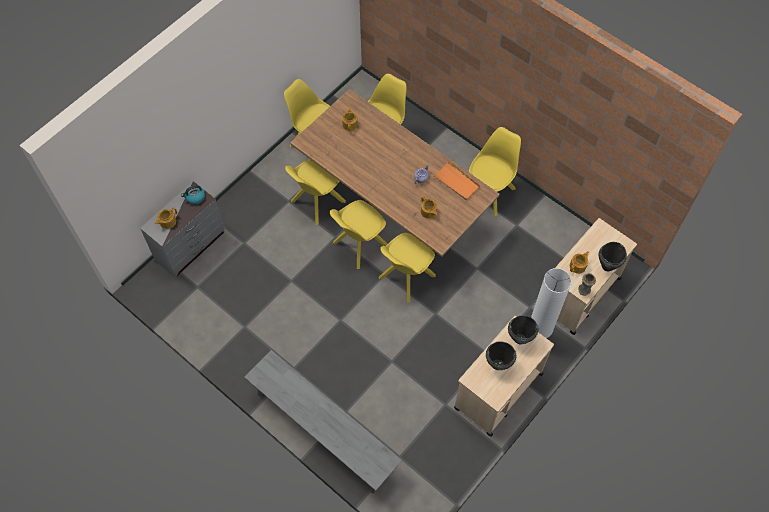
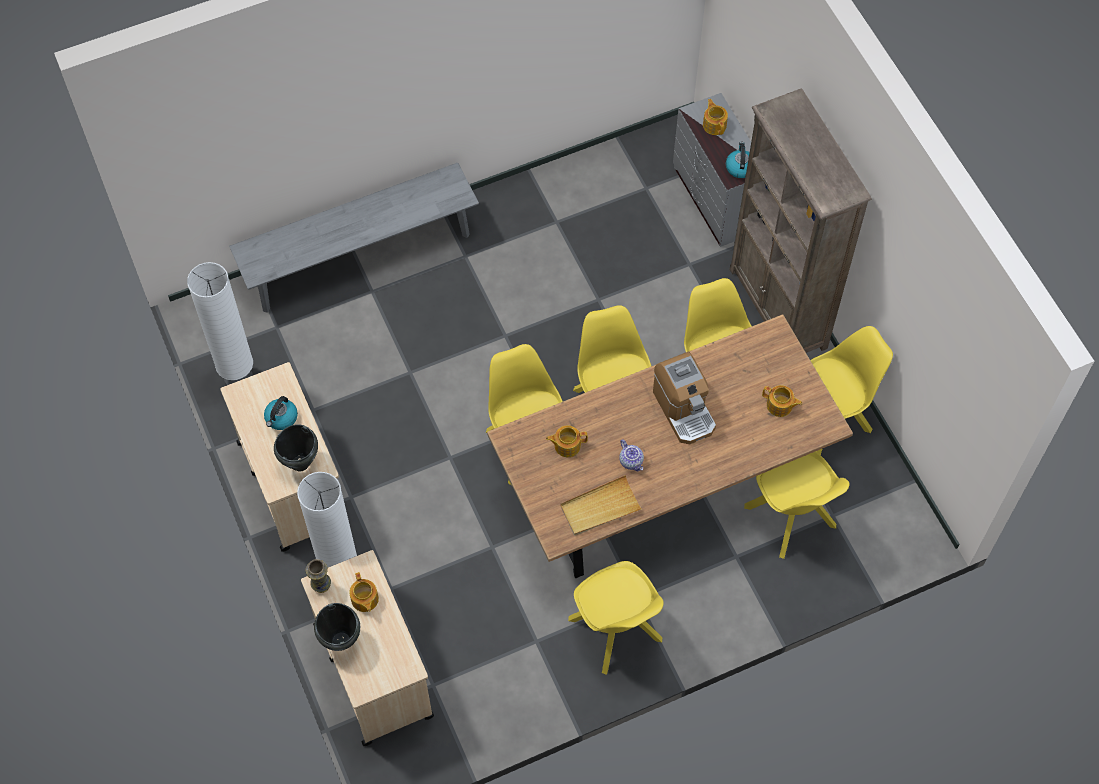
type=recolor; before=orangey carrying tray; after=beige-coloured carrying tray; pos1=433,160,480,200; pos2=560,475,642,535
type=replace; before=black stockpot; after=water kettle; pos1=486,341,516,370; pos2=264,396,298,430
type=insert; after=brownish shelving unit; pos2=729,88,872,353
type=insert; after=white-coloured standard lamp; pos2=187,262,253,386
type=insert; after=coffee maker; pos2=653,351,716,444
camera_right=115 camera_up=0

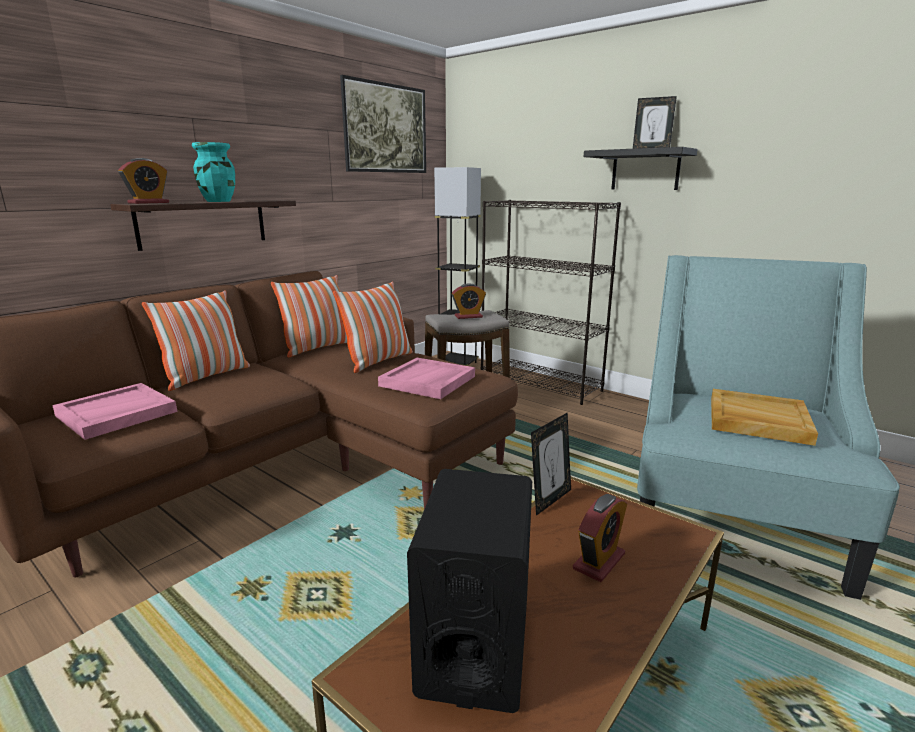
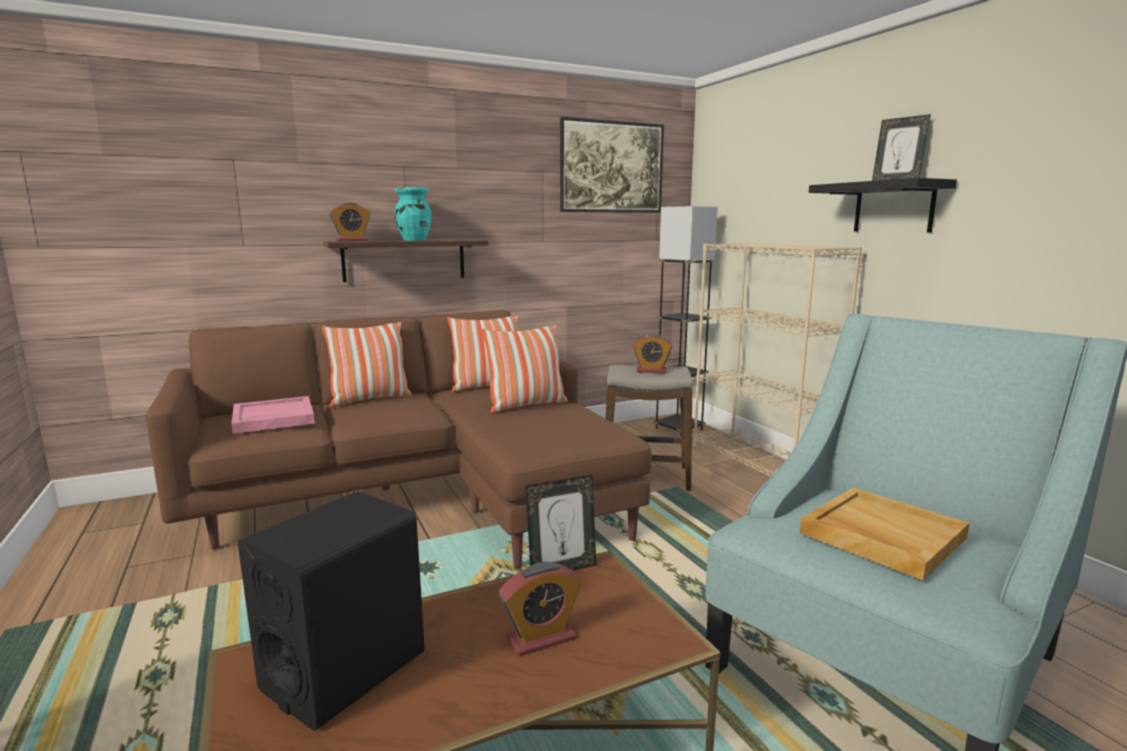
type=recolor; before=black shelving unit; after=beige-coloured shelving unit; pos1=480,200,621,405; pos2=693,243,862,477
type=delete; before=pink carrying tray; pos1=378,358,475,399
camera_right=25 camera_up=-5

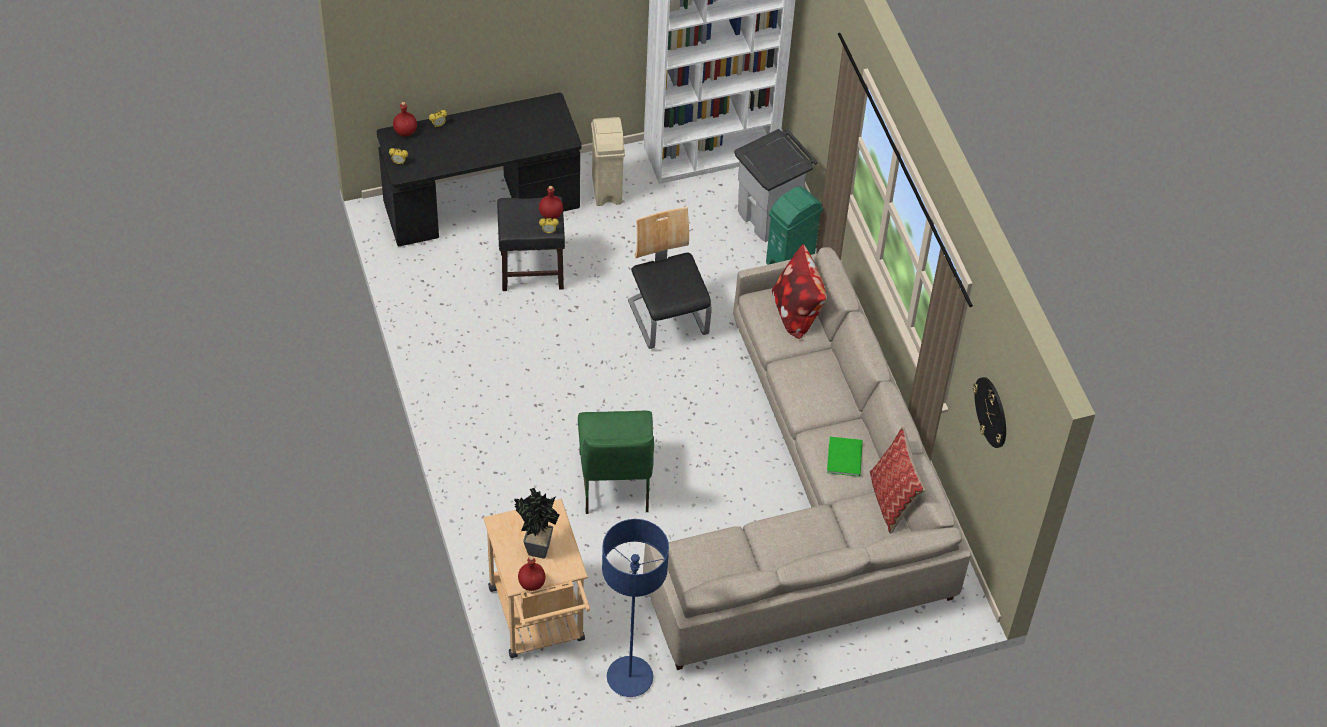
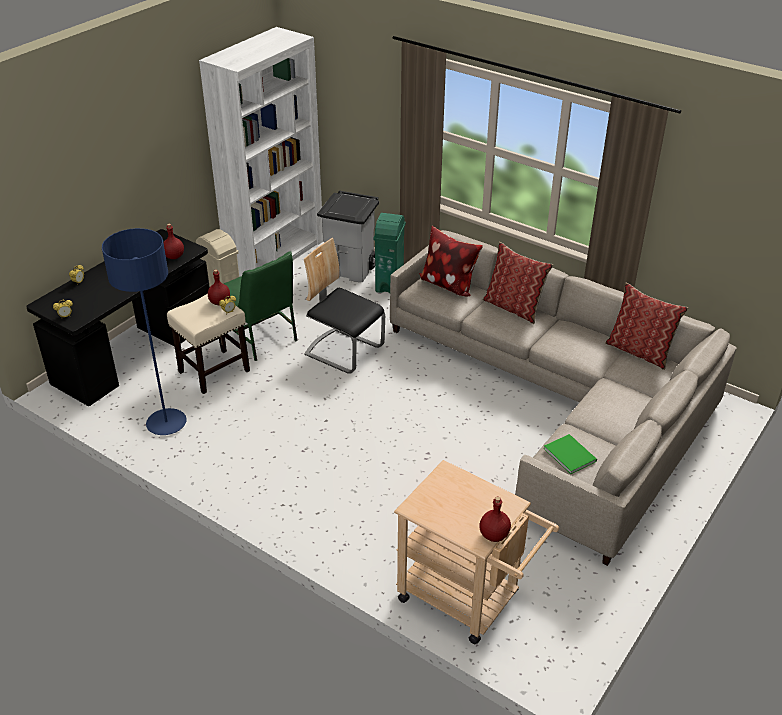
type=move; before=reddish drink bottle; pos1=393,102,417,137; pos2=163,224,184,259
type=recolor; before=black sitting stool; after=beige-coloured sitting stool; pos1=497,196,565,291; pos2=167,294,250,394
type=delete; before=clock on the wall; pos1=973,377,1006,448
type=move; before=green upright chair; pos1=578,411,654,514; pos2=224,251,298,361
type=move; before=green bound book; pos1=827,437,863,477; pos2=544,434,597,474
type=delete; before=plant in a pot; pos1=514,488,560,559
type=move; before=bluish standard lamp; pos1=602,519,669,697; pos2=102,228,187,435
type=insert; after=pillow; pos2=483,242,554,324
camera_right=-35 camera_up=-15

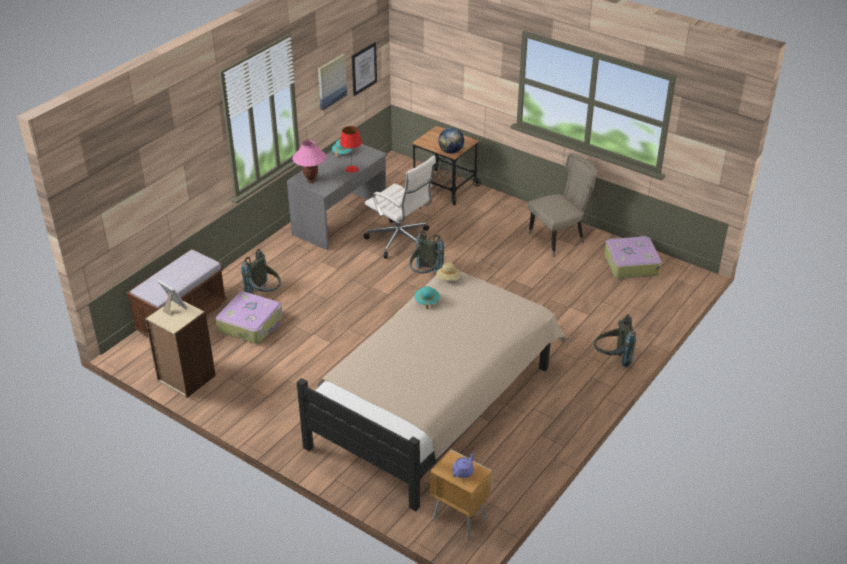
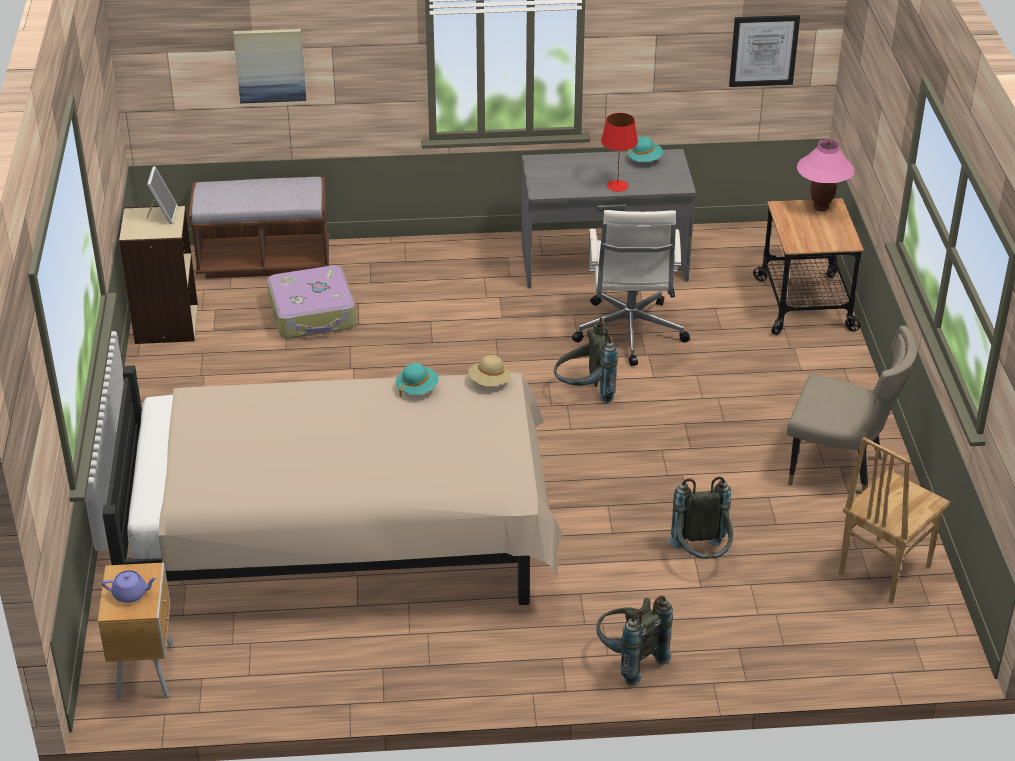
type=move; before=picture; pos1=318,54,347,110; pos2=233,29,306,103
type=delete; before=desk globe; pos1=438,128,464,154
type=move; before=pink tabletop lamp; pos1=292,140,326,183; pos2=797,139,855,211
type=replace; before=travel case; after=brownish upright chair; pos1=604,236,662,279; pos2=839,437,950,604
type=move; before=grey rucksack; pos1=241,249,281,293; pos2=667,477,733,559
camera_right=50 camera_up=0

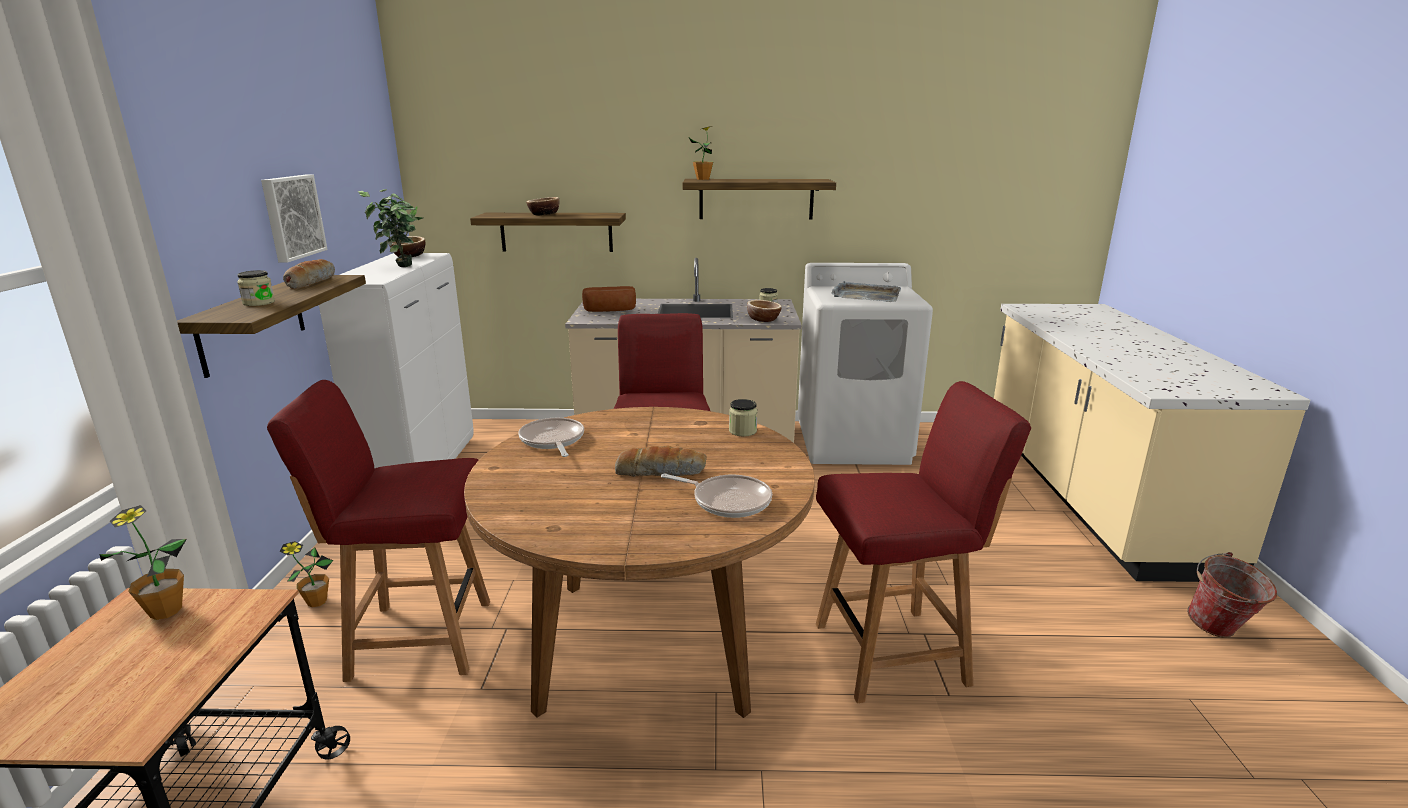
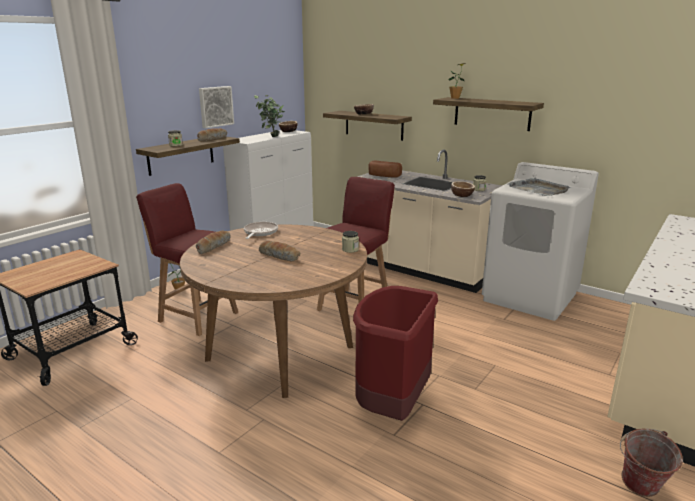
type=replace; before=reddish upright chair; after=reddish rubbish bin; pos1=816,381,1031,703; pos2=353,286,438,421
type=delete; before=pan; pos1=661,474,772,518
type=delete; before=plant in a pot; pos1=99,505,187,620
type=insert; after=bakery bread; pos2=196,231,231,254
camera_right=35 camera_up=0

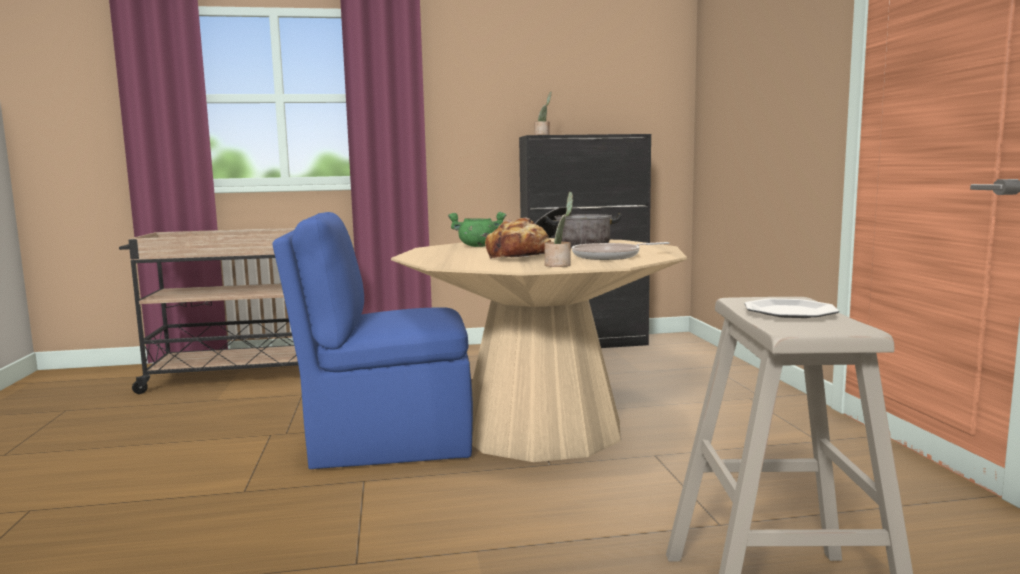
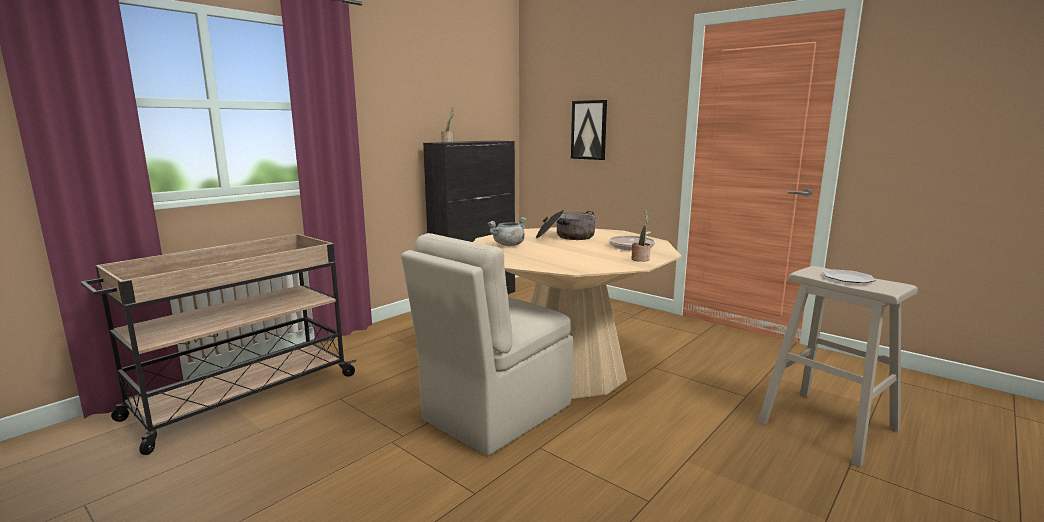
type=recolor; before=bluish upright chair; after=beige-coloured upright chair; pos1=273,212,473,469; pos2=401,233,573,456
type=recolor; before=green stockpot; after=grey stockpot; pos1=448,212,506,247; pos2=488,217,527,246
type=delete; before=bakery bread; pos1=485,218,551,259
type=insert; after=picture; pos2=571,100,607,160
camera_right=-40 camera_up=5

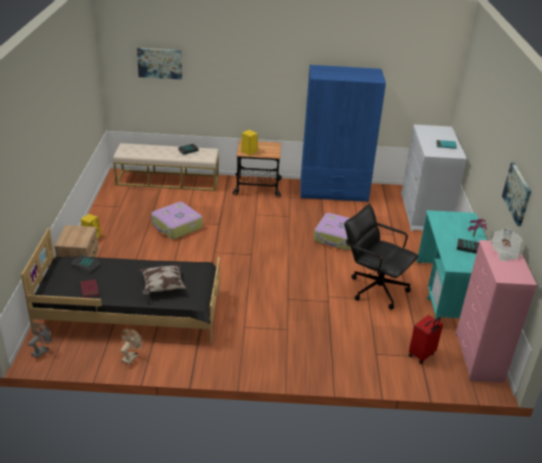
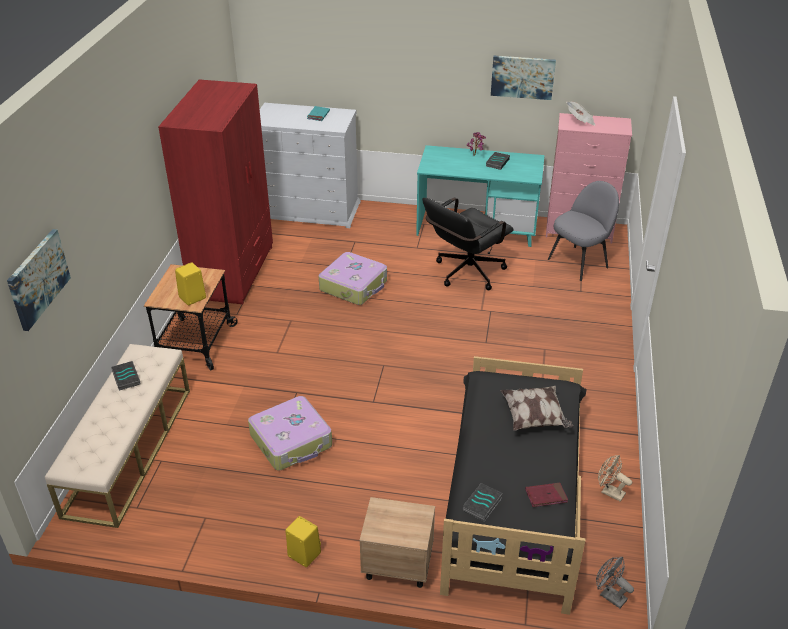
type=recolor; before=bluish clothes cupboard; after=reddish clothes cupboard; pos1=300,65,386,202; pos2=158,79,273,304
type=replace; before=reddish travel case; after=grey upright chair; pos1=408,315,443,364; pos2=548,181,619,281
camera_right=-80 camera_up=5

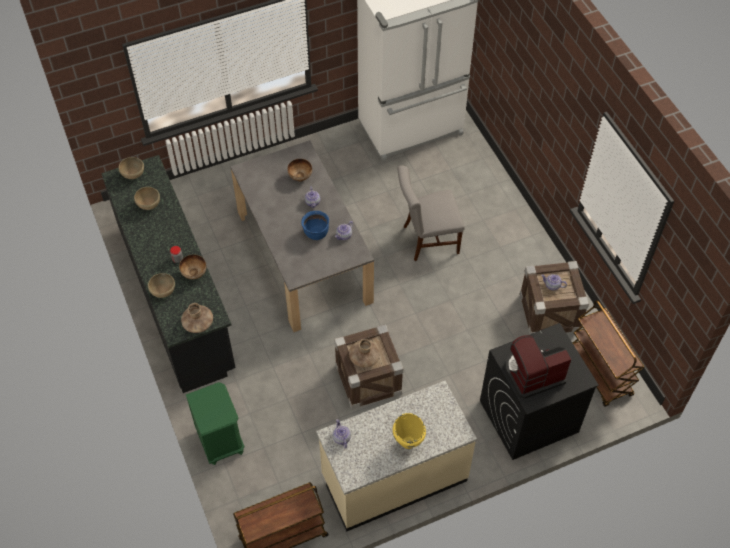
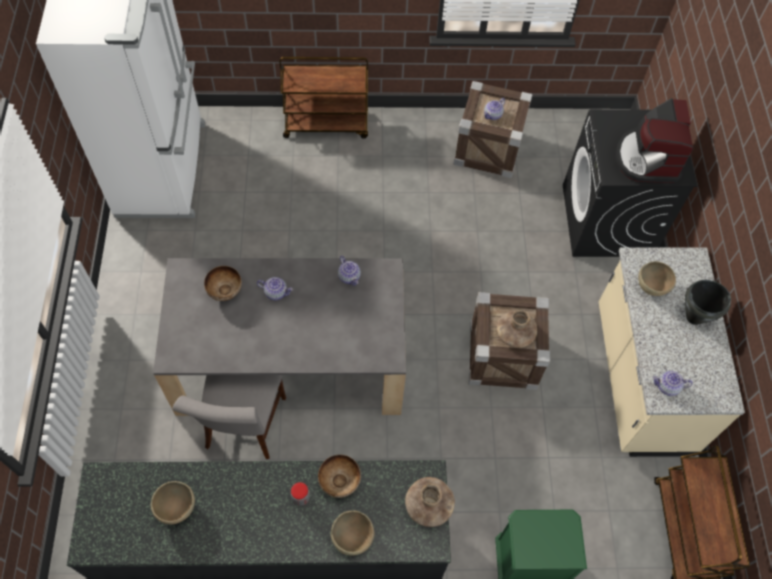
type=move; before=brownish bowl; pos1=119,157,144,179; pos2=638,261,676,296
type=move; before=grey upright chair; pos1=397,165,465,261; pos2=172,375,286,459
type=delete; before=bluish stockpot; pos1=301,211,329,240
type=move; before=brownish trolley; pos1=573,300,645,407; pos2=280,57,368,139
type=recolor; before=yellow-coloured stockpot; after=black stockpot; pos1=393,413,426,449; pos2=685,280,731,325
camera_right=-70 camera_up=5

